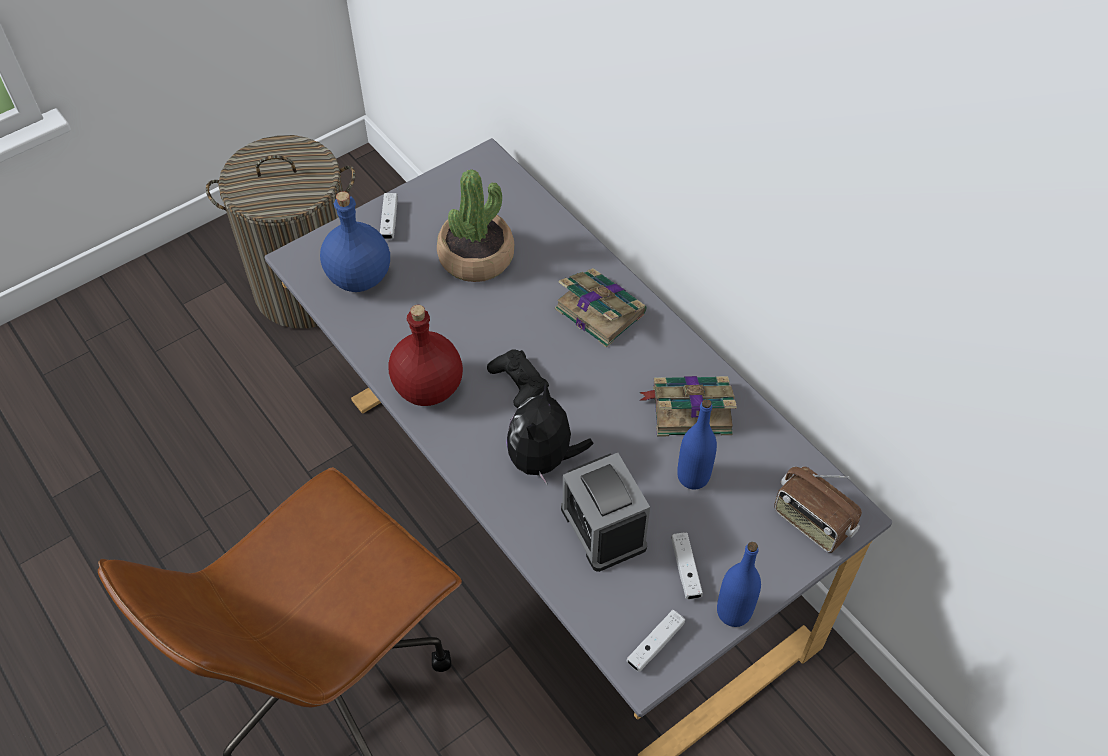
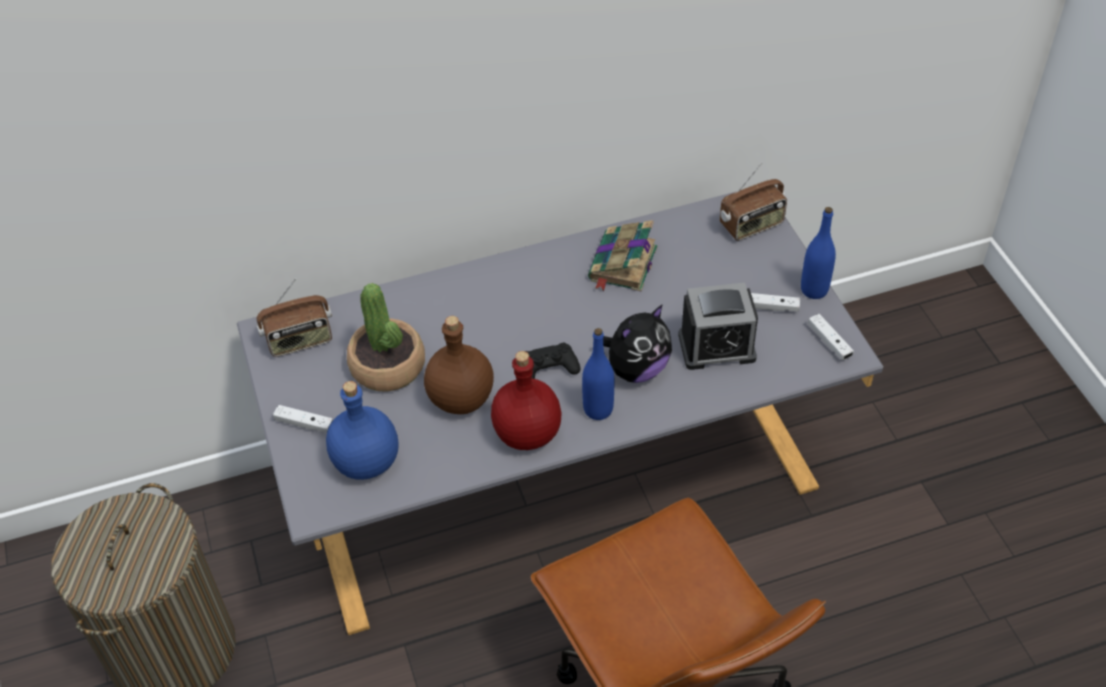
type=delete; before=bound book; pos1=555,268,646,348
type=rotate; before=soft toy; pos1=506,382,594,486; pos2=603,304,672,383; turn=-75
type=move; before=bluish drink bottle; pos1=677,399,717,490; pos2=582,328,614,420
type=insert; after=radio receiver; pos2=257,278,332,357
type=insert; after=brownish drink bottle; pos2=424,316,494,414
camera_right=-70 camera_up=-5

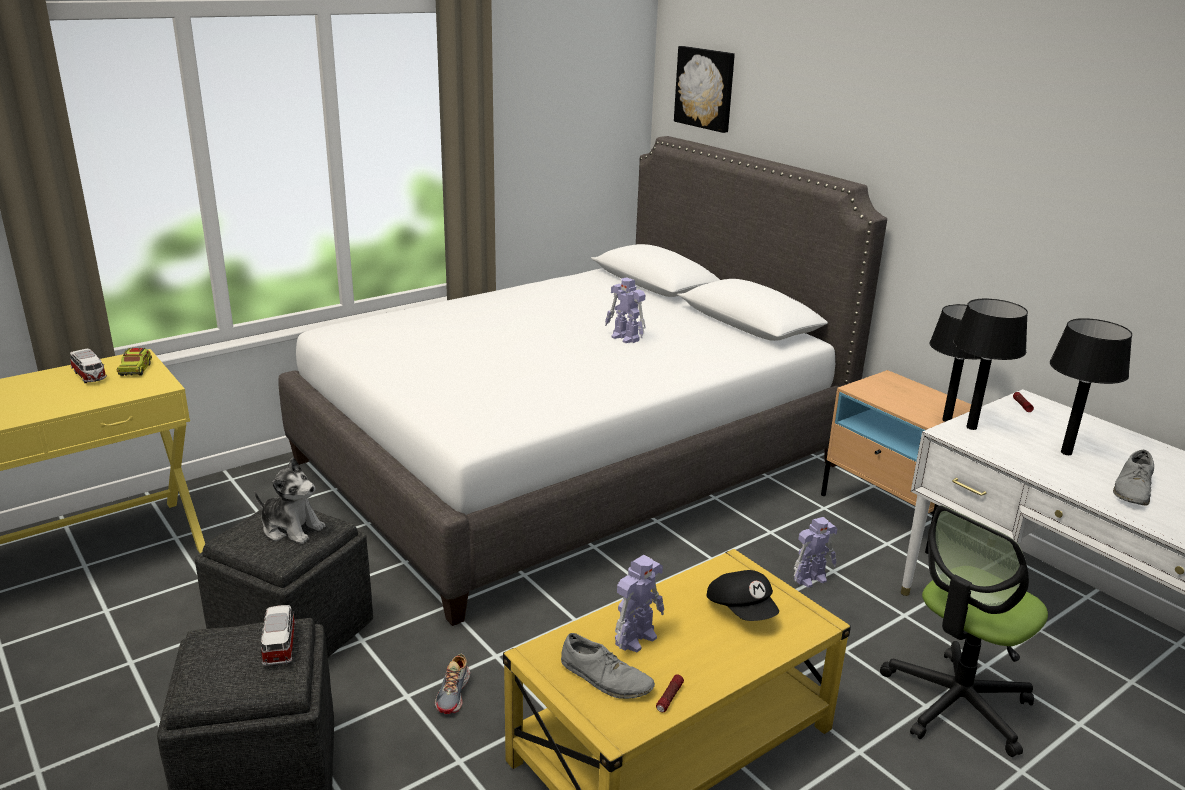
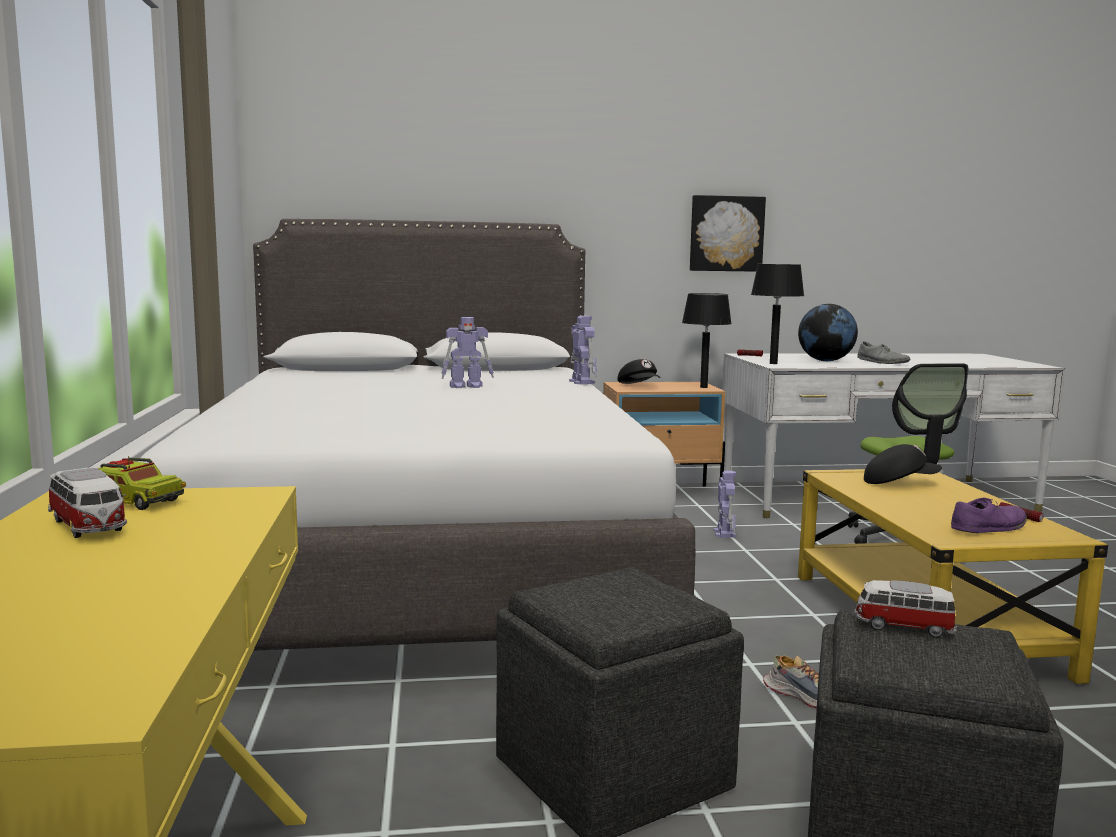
type=move; before=picture; pos1=674,46,735,133; pos2=690,195,766,272
type=replace; before=black tabletop lamp; after=desk globe; pos1=1050,318,1132,455; pos2=798,304,858,361
type=rotate; before=toy car; pos1=70,349,107,383; pos2=48,467,127,538; turn=60
type=delete; before=soft toy; pos1=255,458,325,544
type=move; before=robot figure; pos1=615,555,664,652; pos2=569,316,597,385
type=recolor; before=grey shoe; after=purple shoe; pos1=561,633,655,699; pos2=951,498,1027,533
type=insert; after=black baseball cap; pos2=617,359,660,384
camera_right=-60 camera_up=-15

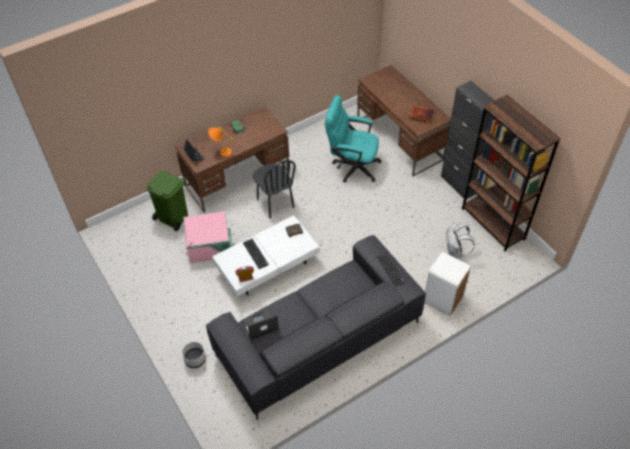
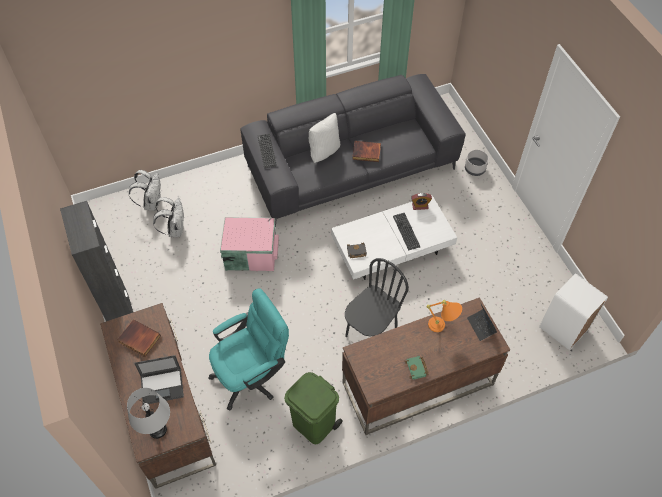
type=rotate; before=turquoise office chair; pos1=325,95,382,183; pos2=208,289,289,411; turn=-60
type=delete; before=brownish shelving unit; pos1=462,95,561,251
type=rotate; before=black upright chair; pos1=253,160,296,219; pos2=345,258,409,337; turn=60
type=move; before=green rubbish bin; pos1=146,171,188,231; pos2=284,372,343,444
type=move; before=pink storage bin; pos1=183,211,233,263; pos2=220,217,279,272
type=move; before=white-coloured rubbish bin; pos1=424,252,471,317; pos2=539,273,608,350
type=move; before=portable computer; pos1=242,309,279,340; pos2=134,355,184,404
type=insert; after=white-coloured pillow; pos2=309,113,340,163
type=insert; after=bound book; pos2=352,141,381,162
type=insert; after=white-coloured rucksack; pos2=129,170,161,211
type=insert; after=grey tabletop lamp; pos2=127,388,170,439
camera_right=-170 camera_up=5

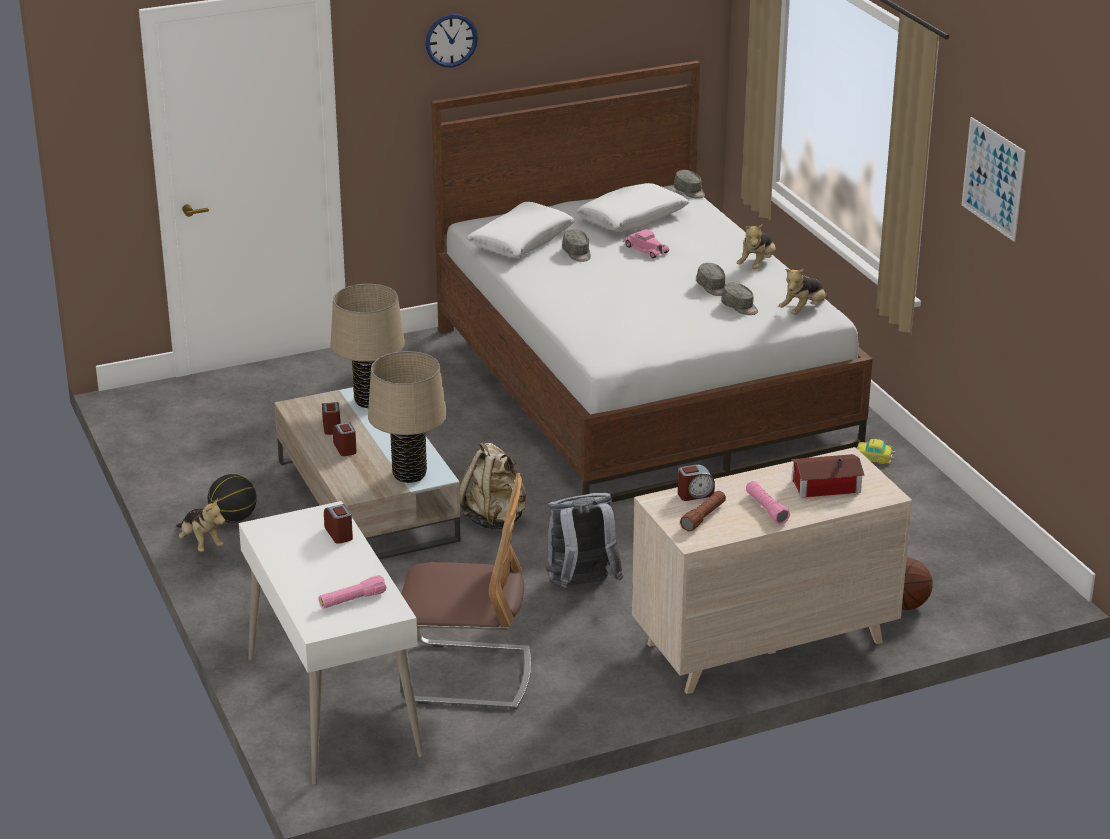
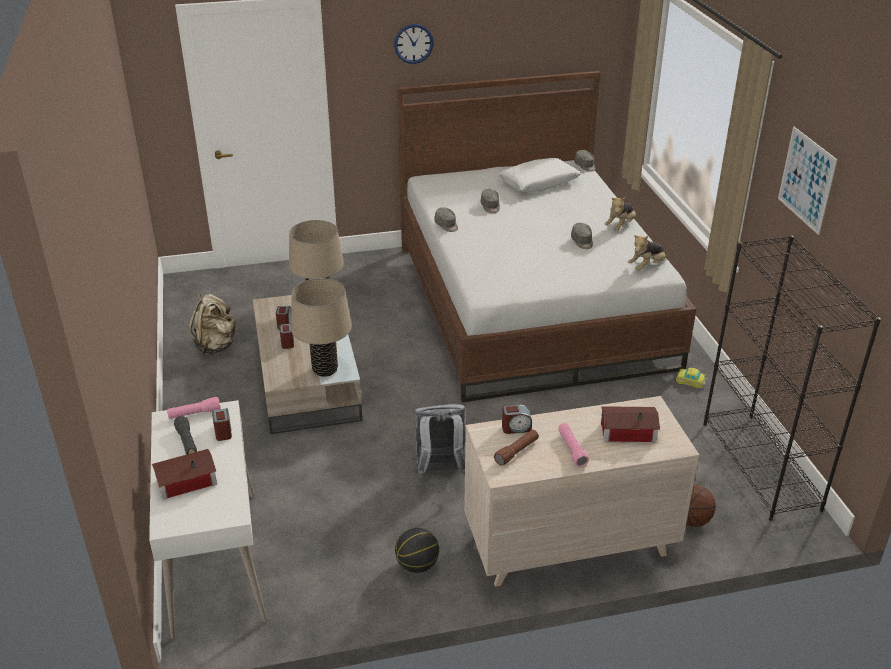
type=delete; before=white-coloured pillow; pos1=466,202,575,258
type=delete; before=pink toy car; pos1=623,229,670,258
type=move; before=grey baseball cap; pos1=721,283,758,315; pos2=434,207,458,232
type=move; before=beige-coloured rucksack; pos1=460,442,527,530; pos2=189,294,238,355
type=delete; before=upright chair; pos1=399,473,531,709
type=move; before=basketball ball; pos1=208,474,257,523; pos2=395,528,439,573
type=delete; before=soft toy; pos1=176,497,225,552
type=move; before=pink flashlight; pos1=319,575,386,609; pos2=167,397,221,419
type=insert; after=black shelving unit; pos2=703,235,881,521
type=insert; after=black flashlight; pos2=174,416,197,455
type=insert; after=miniature house; pos2=152,449,217,500
camera_right=10 camera_up=5

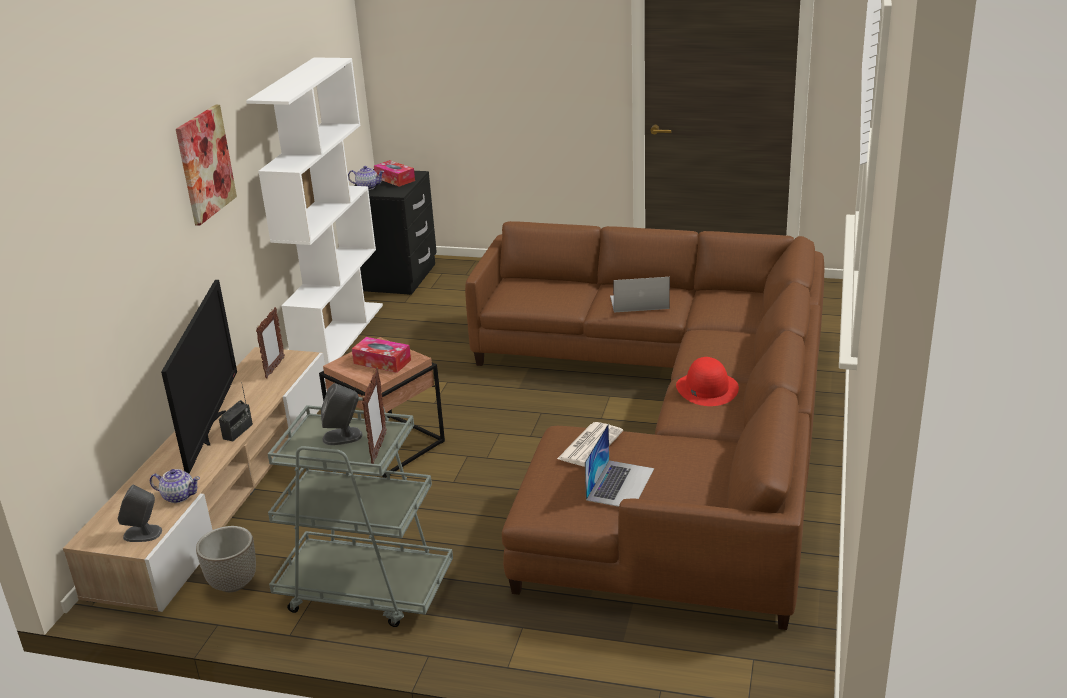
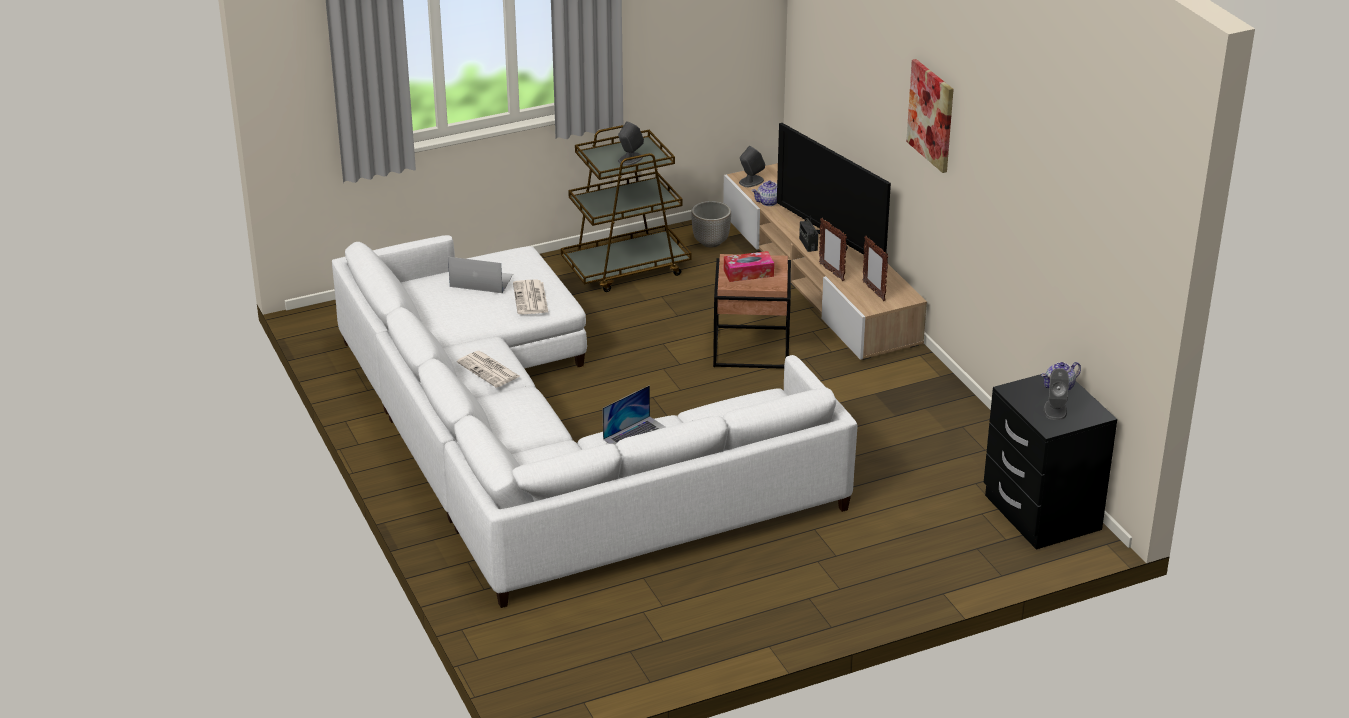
type=delete; before=white-coloured shelving unit; pos1=246,57,383,365
type=replace; before=tissue box; after=grey speaker; pos1=374,160,415,187; pos2=1044,368,1069,420
type=recolor; before=brownish sofa; after=white-coloured sofa; pos1=465,221,824,630; pos2=332,235,858,608
type=replace; before=reddish hat; after=newspaper; pos1=676,357,739,406; pos2=457,351,520,388
type=move; before=picture frame; pos1=362,367,387,464; pos2=819,218,847,281
type=recolor; before=grey trolley; after=brownish trolley; pos1=268,397,453,627; pos2=561,125,692,292
type=rotate; before=portable computer; pos1=585,424,654,507; pos2=448,257,513,293; turn=120
camera_right=140 camera_up=5

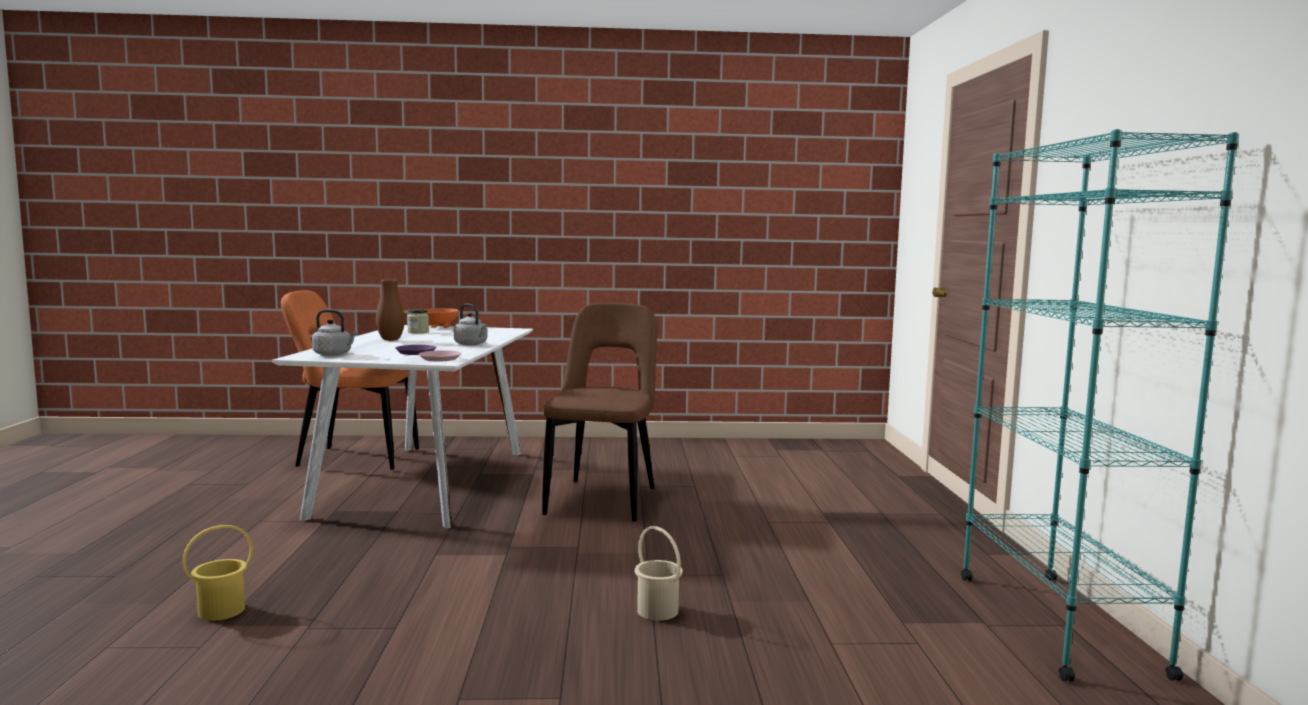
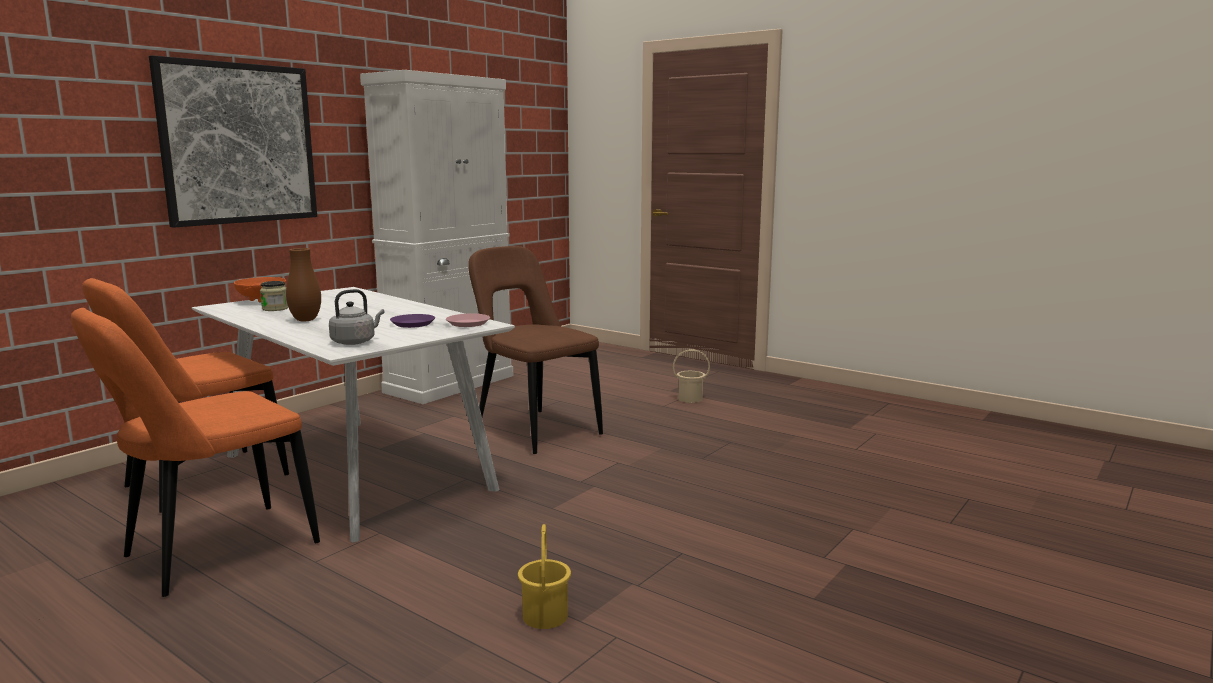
type=delete; before=turquoise shelving unit; pos1=961,129,1239,681
type=delete; before=grey water kettle; pos1=454,304,487,345
type=move; before=beige-coloured bucket; pos1=635,526,683,621; pos2=673,350,710,403
type=insert; after=picture; pos2=149,55,317,228
type=insert; after=white-coloured cupboard; pos2=360,70,513,404
type=insert; after=orangey upright chair; pos2=71,308,320,597
camera_right=-50 camera_up=5

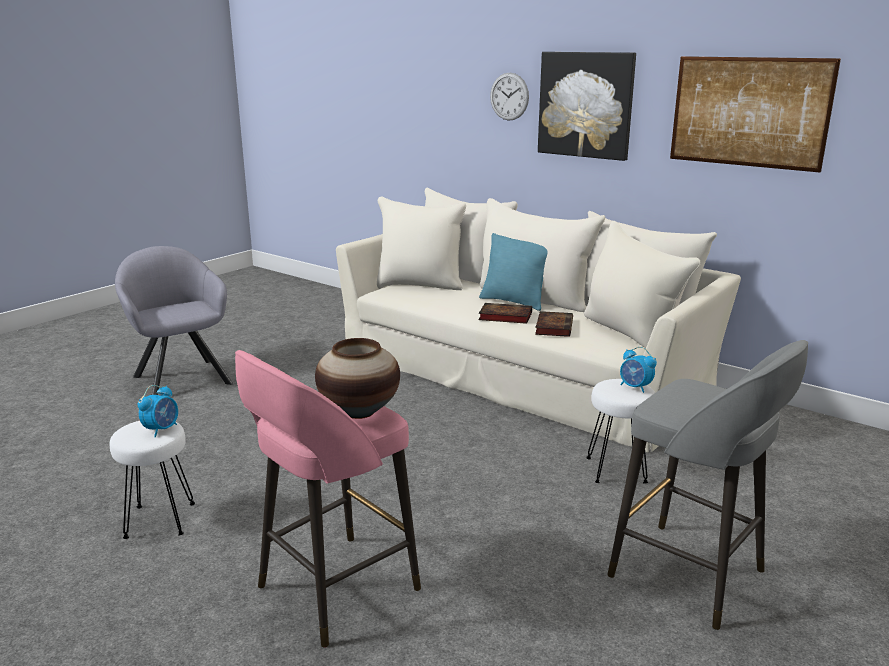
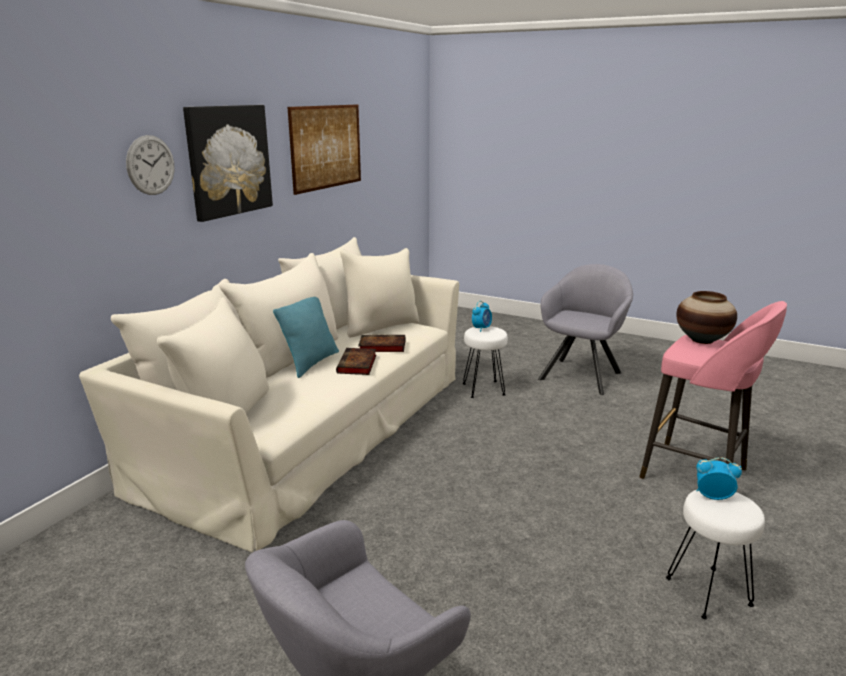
type=replace; before=grey sitting stool; after=grey easy chair; pos1=607,340,808,630; pos2=538,264,633,395
camera_right=-100 camera_up=0

